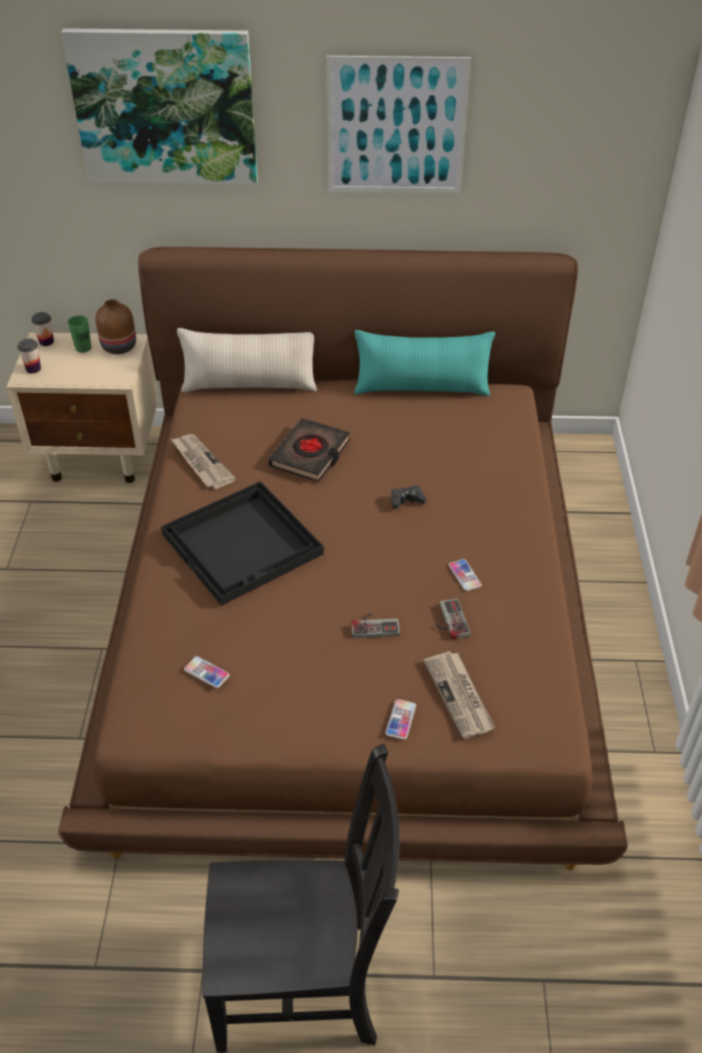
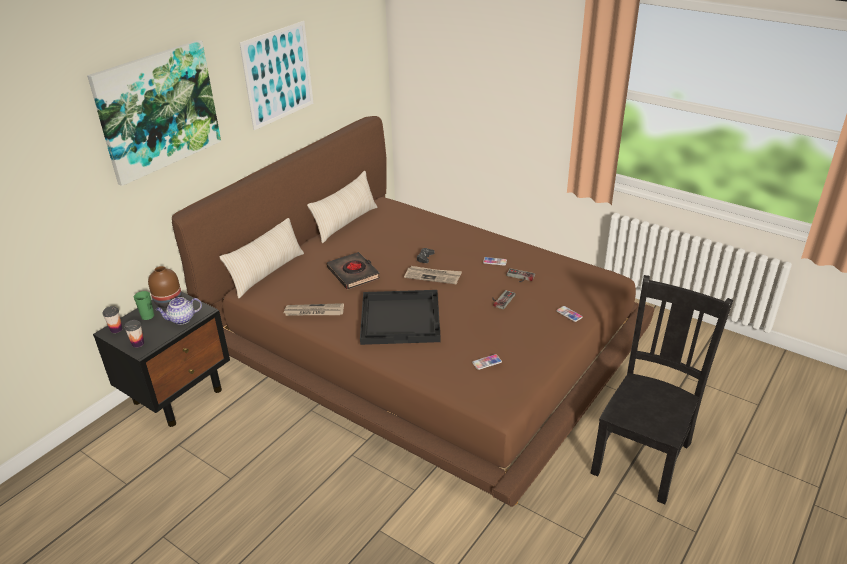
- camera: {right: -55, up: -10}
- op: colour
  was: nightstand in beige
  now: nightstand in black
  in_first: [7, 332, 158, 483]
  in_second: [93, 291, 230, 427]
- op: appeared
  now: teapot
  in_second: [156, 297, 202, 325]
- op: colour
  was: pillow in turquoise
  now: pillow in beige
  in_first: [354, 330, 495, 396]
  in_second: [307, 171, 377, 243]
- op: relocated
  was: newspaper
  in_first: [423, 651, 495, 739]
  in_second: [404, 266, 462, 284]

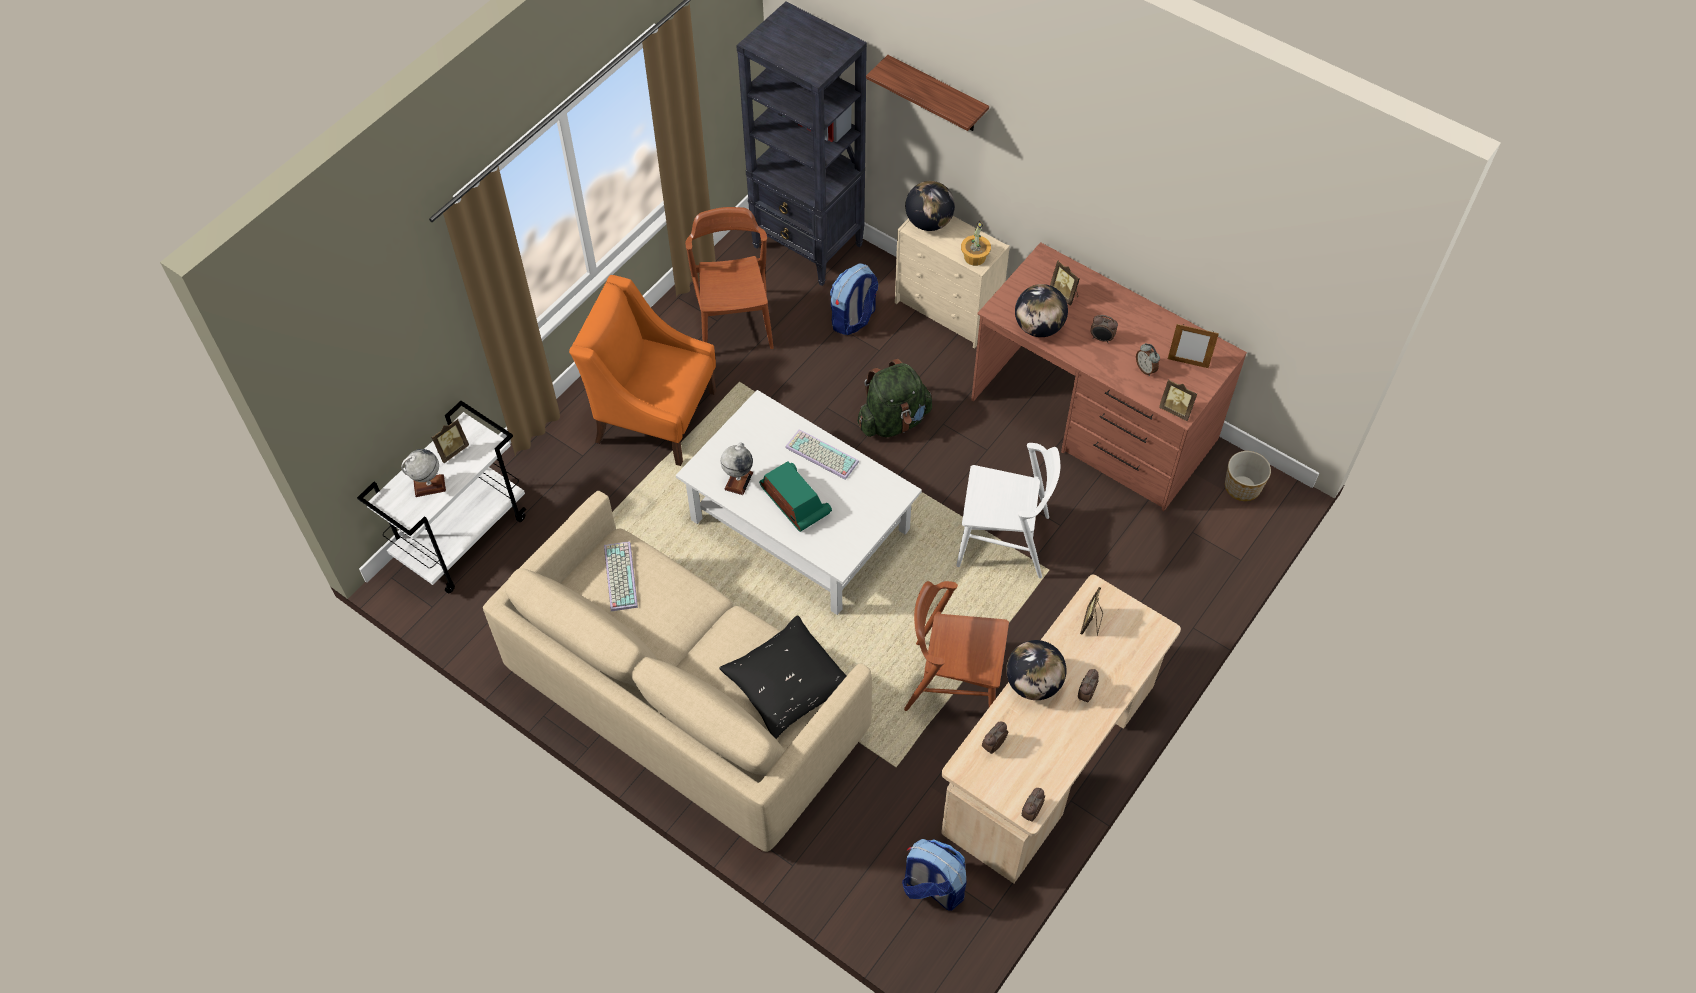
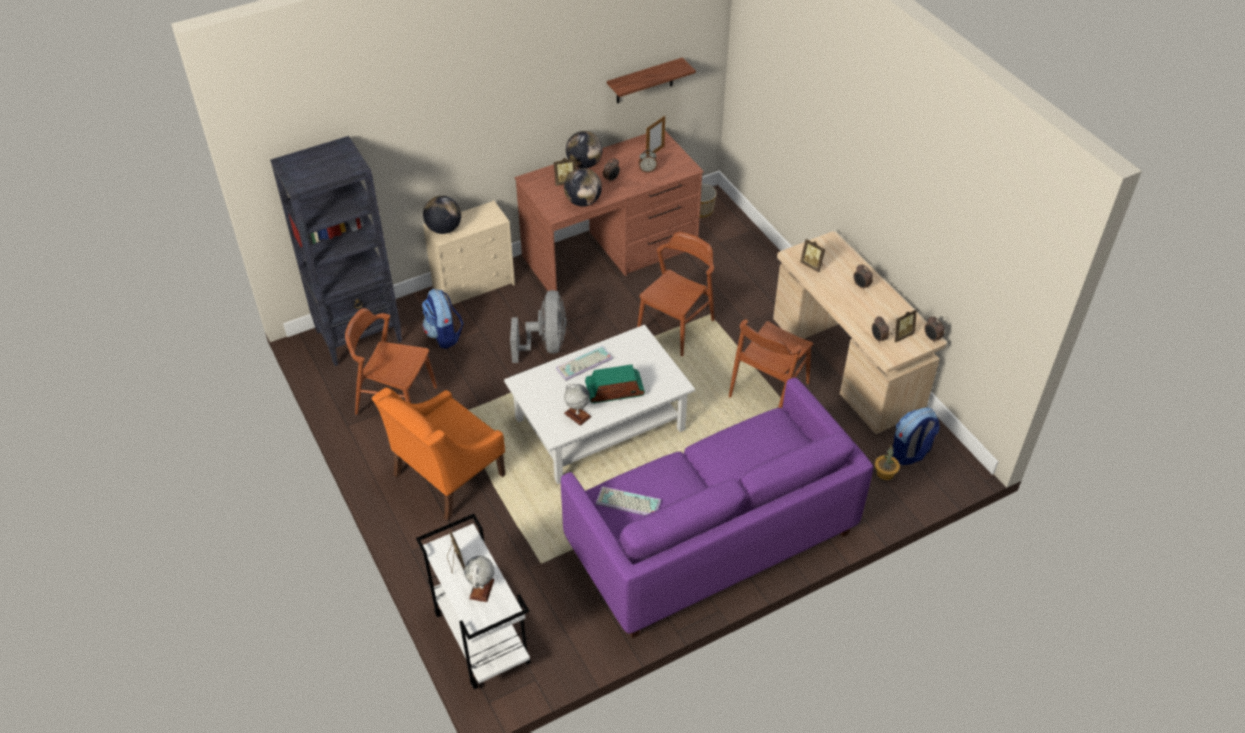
- camera: {right: -65, up: -10}
- op: exchanged
  was: backpack in green
  now: fan in grey
  in_first: [857, 359, 932, 437]
  in_second: [510, 290, 566, 363]
- op: colour
  was: sofa in beige
  now: sofa in purple
  in_first: [483, 491, 872, 852]
  in_second: [561, 378, 873, 638]
- op: relocated
  was: globe
  in_first: [1006, 640, 1066, 700]
  in_second: [566, 131, 603, 168]
- op: relocated
  was: shelf
  in_first: [866, 55, 989, 131]
  in_second: [607, 58, 696, 103]
- op: colour
  was: chair in white
  now: chair in brown
  in_first: [956, 443, 1060, 578]
  in_second: [637, 232, 714, 356]
- op: relocated
  was: potted plant
  in_first: [961, 220, 991, 266]
  in_second: [875, 445, 900, 480]
- op: relocated
  was: picture frame
  in_first: [1159, 379, 1197, 421]
  in_second: [890, 309, 917, 342]
- op: missing
  was: pillow in black
  in_first: [719, 615, 847, 739]

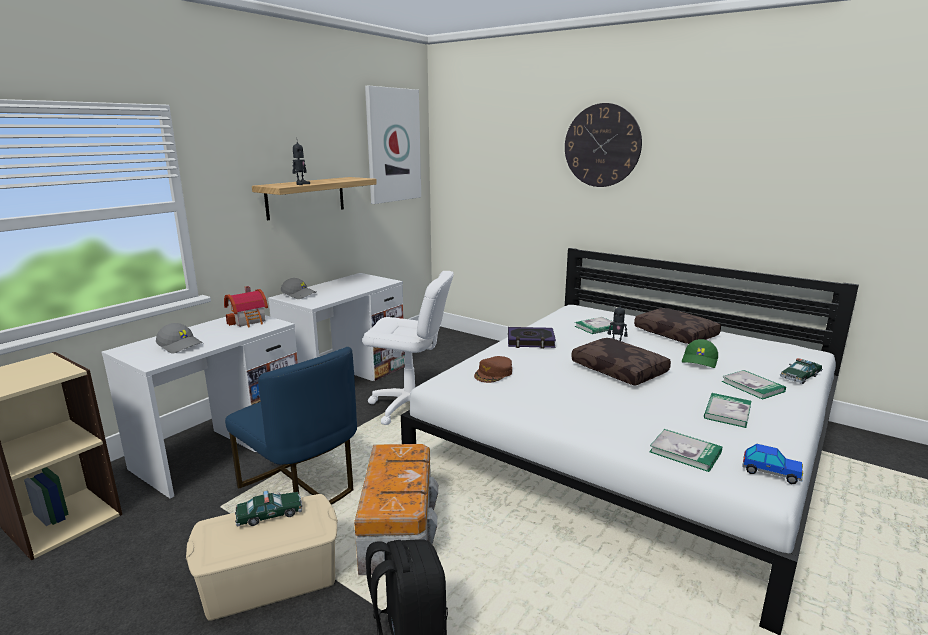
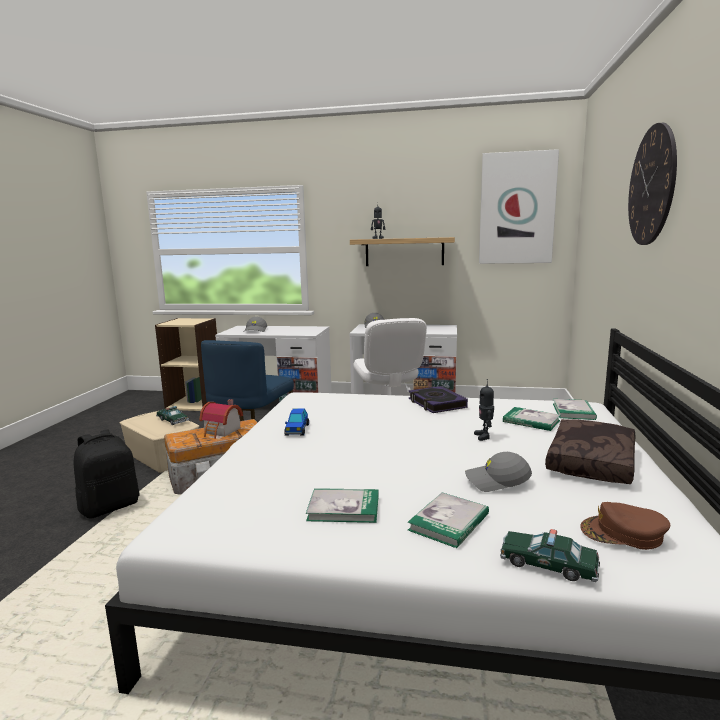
- camera: {right: 65, up: -5}
- op: relocated
  was: toy house
  in_first: [224, 286, 268, 327]
  in_second: [199, 399, 243, 439]
- op: relocated
  was: toy car
  in_first: [742, 444, 803, 484]
  in_second: [284, 408, 309, 436]
- op: colour
  was: cap in green
  now: cap in grey
  in_first: [682, 339, 718, 368]
  in_second: [465, 452, 532, 492]
- op: relocated
  was: book
  in_first: [649, 429, 722, 472]
  in_second: [553, 399, 597, 420]
- op: relocated
  was: cap in brown
  in_first: [474, 356, 512, 383]
  in_second: [580, 502, 670, 550]
- op: missing
  was: pillow in brown
  in_first: [571, 338, 671, 385]

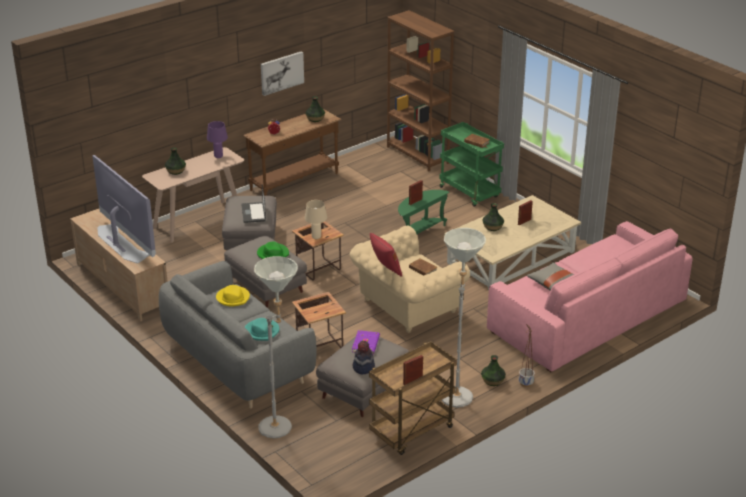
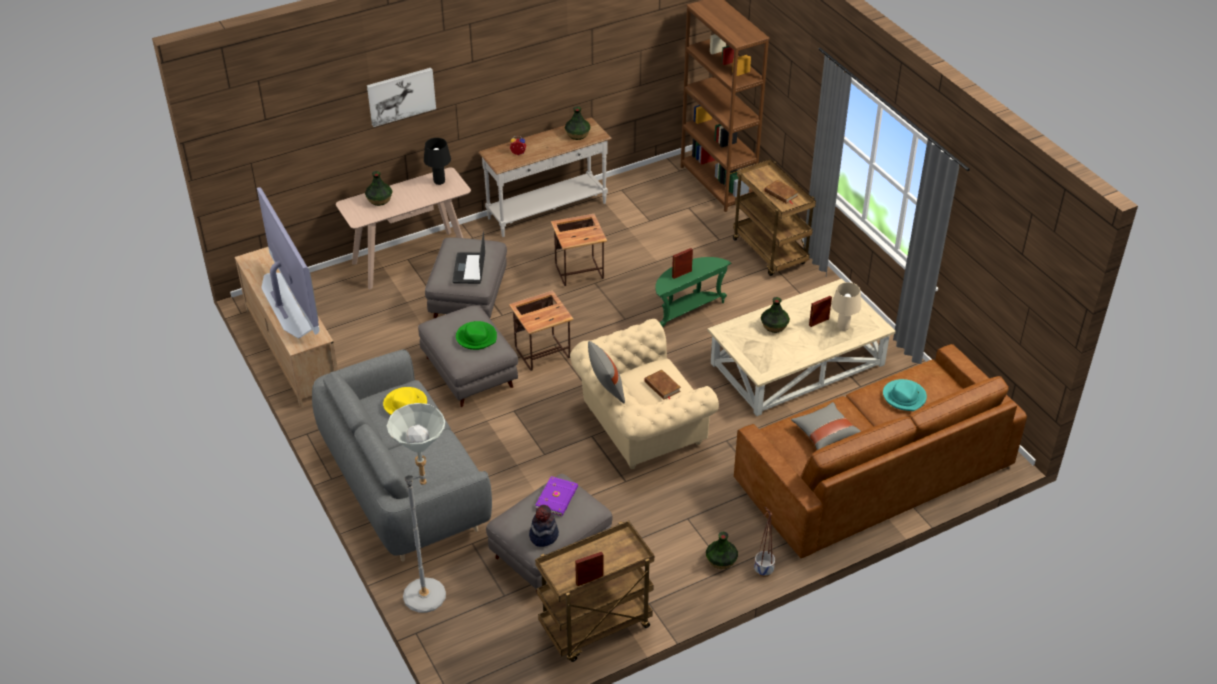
- camera: {right: 10, up: 10}
- op: relocated
  was: picture
  in_first: [261, 51, 304, 96]
  in_second: [367, 68, 436, 127]
- op: colour
  was: table lamp in purple
  now: table lamp in black
  in_first: [207, 121, 228, 158]
  in_second: [424, 138, 451, 185]
- op: colour
  was: console table in brown
  now: console table in white
  in_first: [244, 109, 342, 196]
  in_second: [479, 117, 612, 237]
- op: relocated
  was: side table
  in_first: [292, 292, 346, 348]
  in_second: [551, 214, 607, 286]
- op: colour
  was: pillow in red
  now: pillow in grey
  in_first: [370, 233, 402, 277]
  in_second: [588, 341, 625, 403]
- op: colour
  was: cart in green
  now: cart in brown
  in_first: [439, 122, 504, 207]
  in_second: [733, 159, 816, 276]
- op: colour
  was: sofa in pink
  now: sofa in brown
  in_first: [487, 221, 693, 372]
  in_second: [734, 344, 1027, 558]
- op: relocated
  was: table lamp in beige
  in_first: [305, 200, 327, 239]
  in_second: [831, 282, 861, 331]
- op: relocated
  was: hat in turquoise
  in_first: [245, 318, 279, 341]
  in_second: [883, 379, 927, 411]
- op: missing
  was: floor lamp in grey
  in_first: [442, 228, 486, 408]

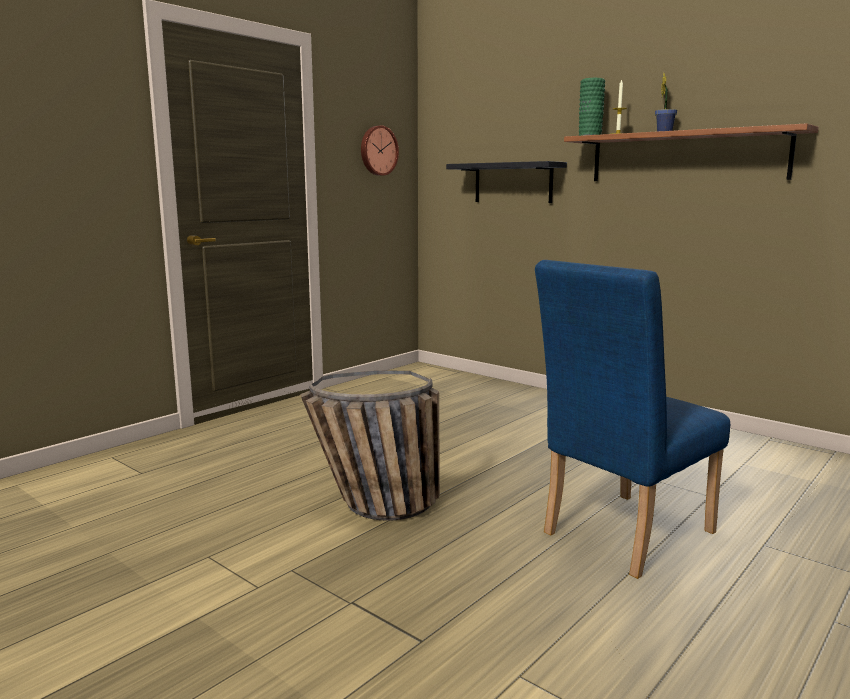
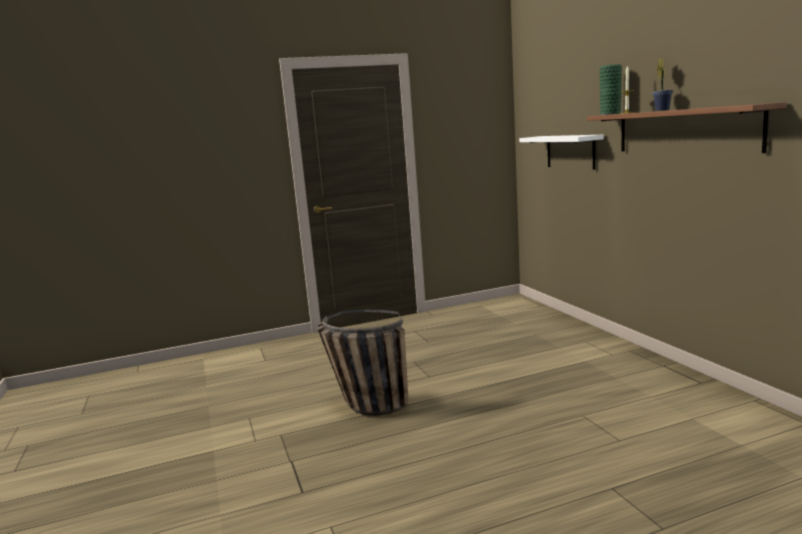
- camera: {right: 30, up: 0}
- op: colour
  was: shelf in black
  now: shelf in white
  in_first: [446, 161, 567, 203]
  in_second: [519, 135, 604, 170]
- op: missing
  was: wall clock
  in_first: [361, 126, 399, 176]
- op: missing
  was: chair in blue
  in_first: [535, 260, 730, 579]

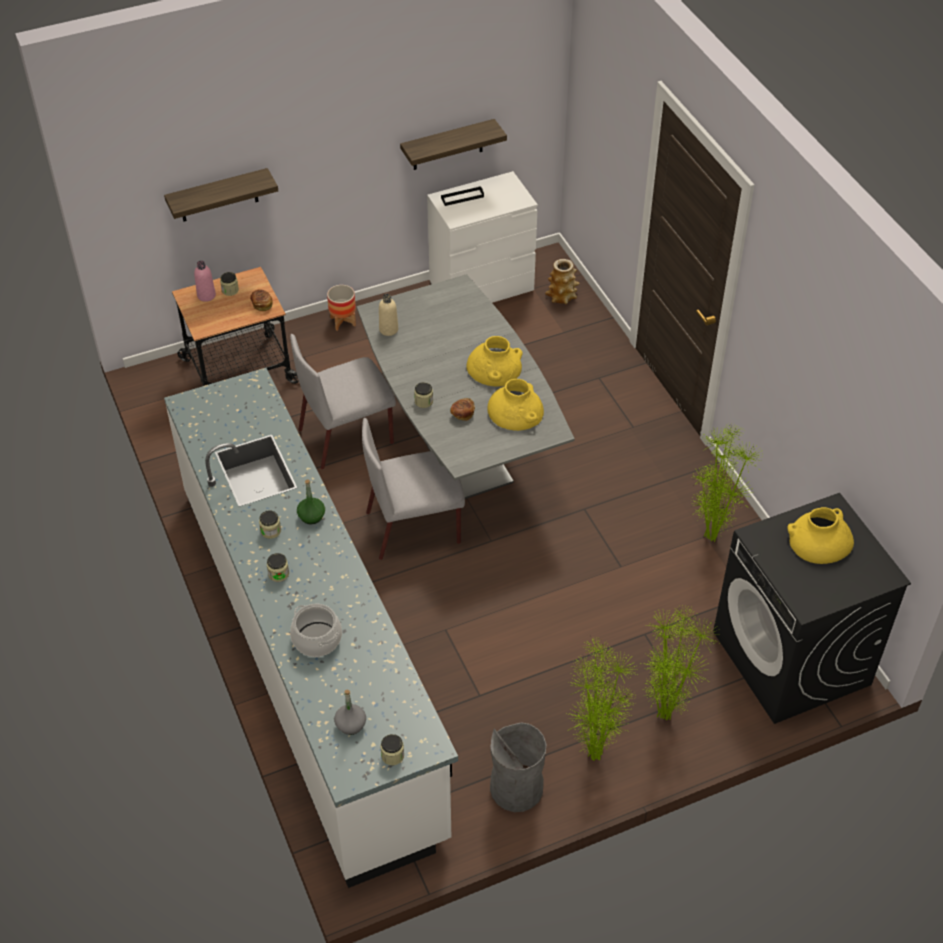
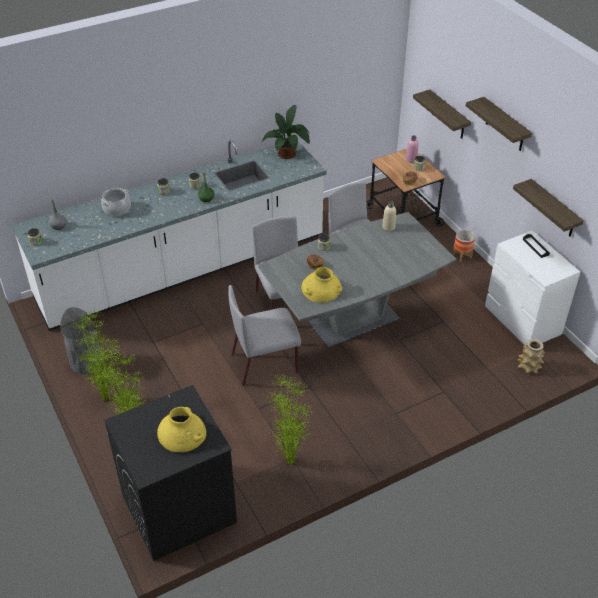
- camera: {right: 85, up: -5}
- op: appeared
  now: chair in grey
  in_second: [229, 285, 301, 386]
- op: appeared
  now: potted plant
  in_second: [262, 105, 310, 159]
- op: appeared
  now: shelf
  in_second: [466, 97, 532, 151]
- op: missing
  was: vase in yellow
  in_first: [467, 336, 523, 387]

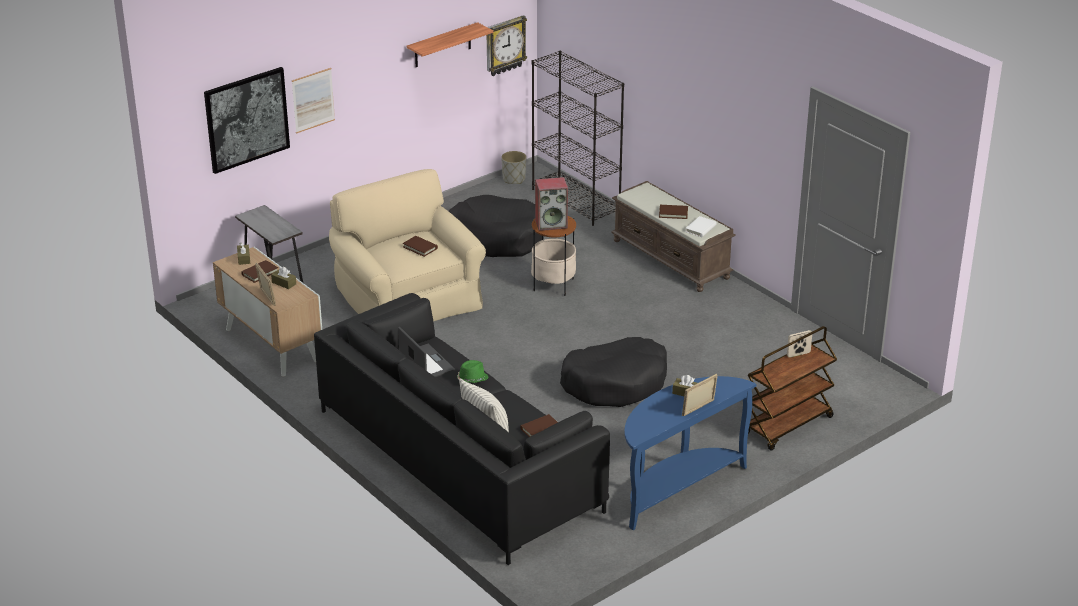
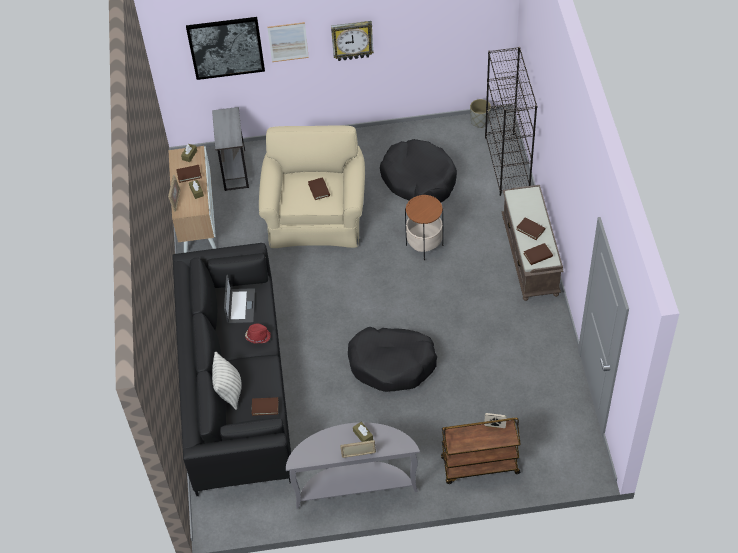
- camera: {right: 35, up: 20}
- op: colour
  was: hat in green
  now: hat in red
  in_first: [457, 360, 488, 383]
  in_second: [245, 324, 271, 344]
- op: colour
  was: console table in blue
  now: console table in grey
  in_first: [624, 376, 756, 530]
  in_second: [286, 422, 420, 509]
- op: relocated
  was: wall clock
  in_first: [487, 15, 527, 76]
  in_second: [331, 21, 374, 61]
- op: colour
  was: book in white
  now: book in brown
  in_first: [685, 216, 717, 237]
  in_second: [523, 243, 553, 265]
- op: missing
  was: shelf
  in_first: [407, 22, 494, 67]
- op: missing
  was: speaker
  in_first: [535, 177, 568, 231]

